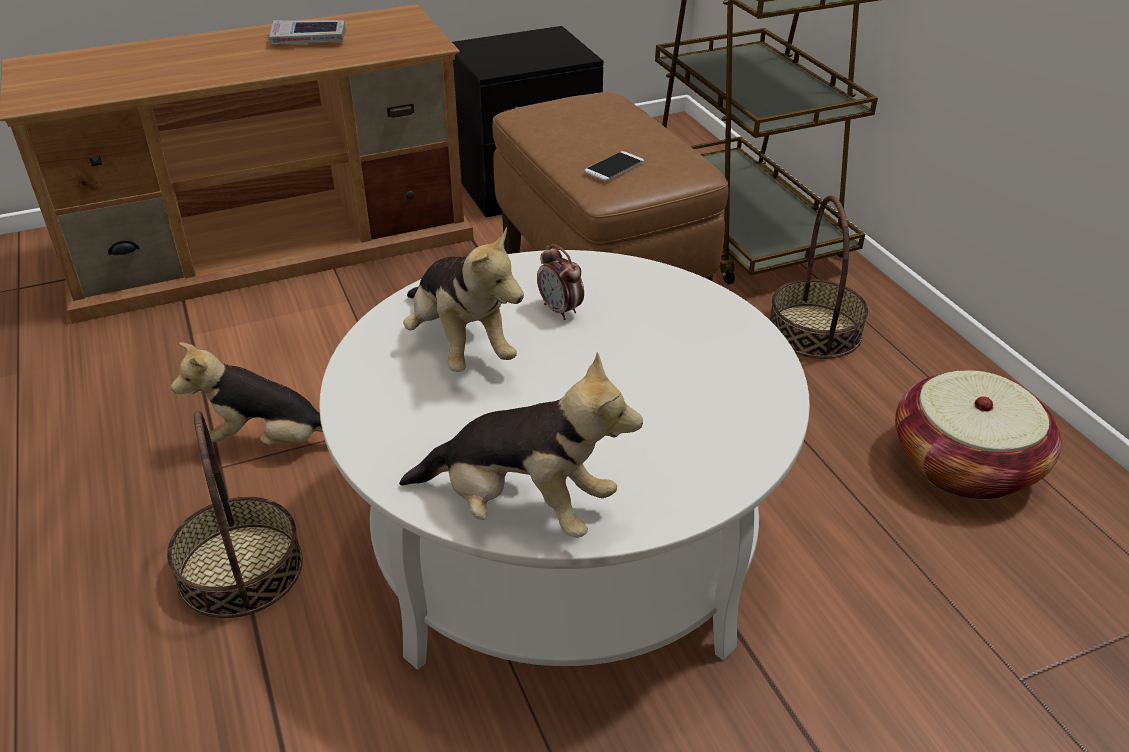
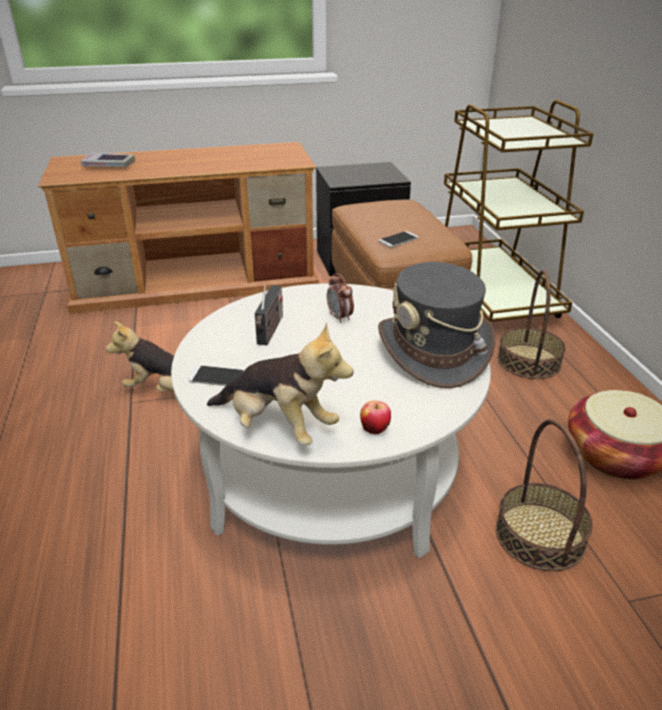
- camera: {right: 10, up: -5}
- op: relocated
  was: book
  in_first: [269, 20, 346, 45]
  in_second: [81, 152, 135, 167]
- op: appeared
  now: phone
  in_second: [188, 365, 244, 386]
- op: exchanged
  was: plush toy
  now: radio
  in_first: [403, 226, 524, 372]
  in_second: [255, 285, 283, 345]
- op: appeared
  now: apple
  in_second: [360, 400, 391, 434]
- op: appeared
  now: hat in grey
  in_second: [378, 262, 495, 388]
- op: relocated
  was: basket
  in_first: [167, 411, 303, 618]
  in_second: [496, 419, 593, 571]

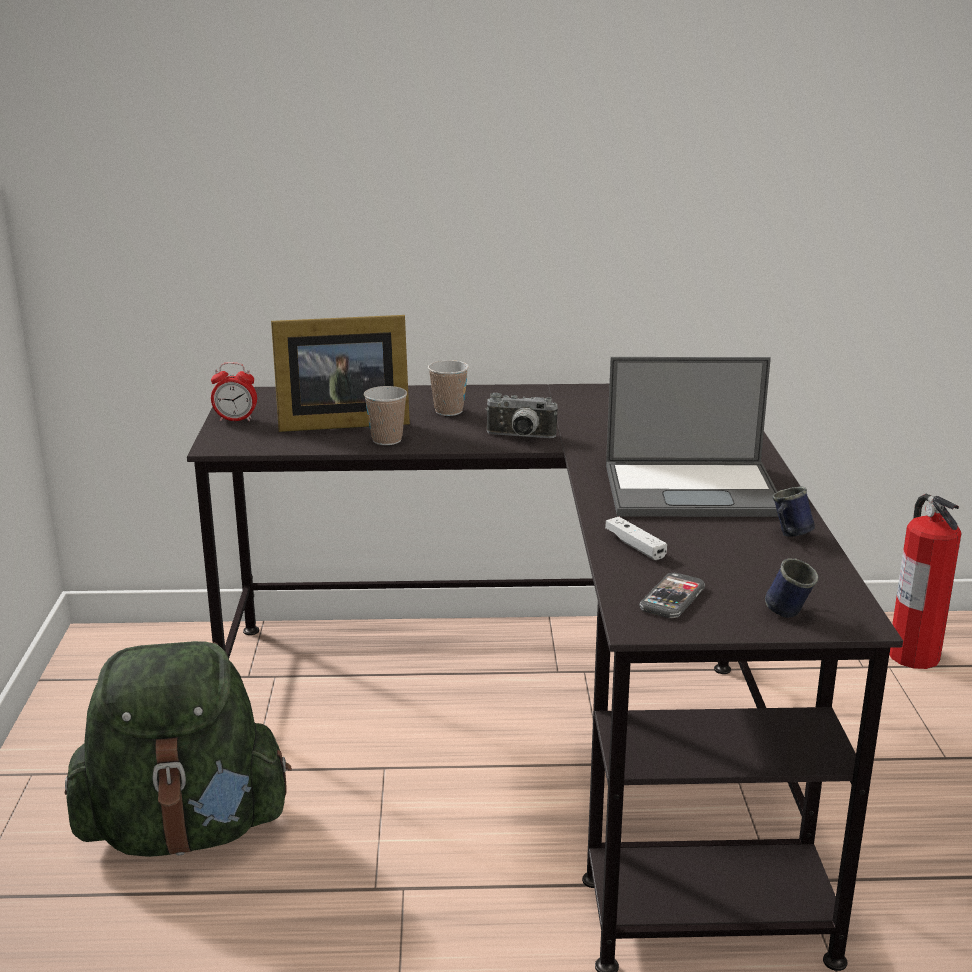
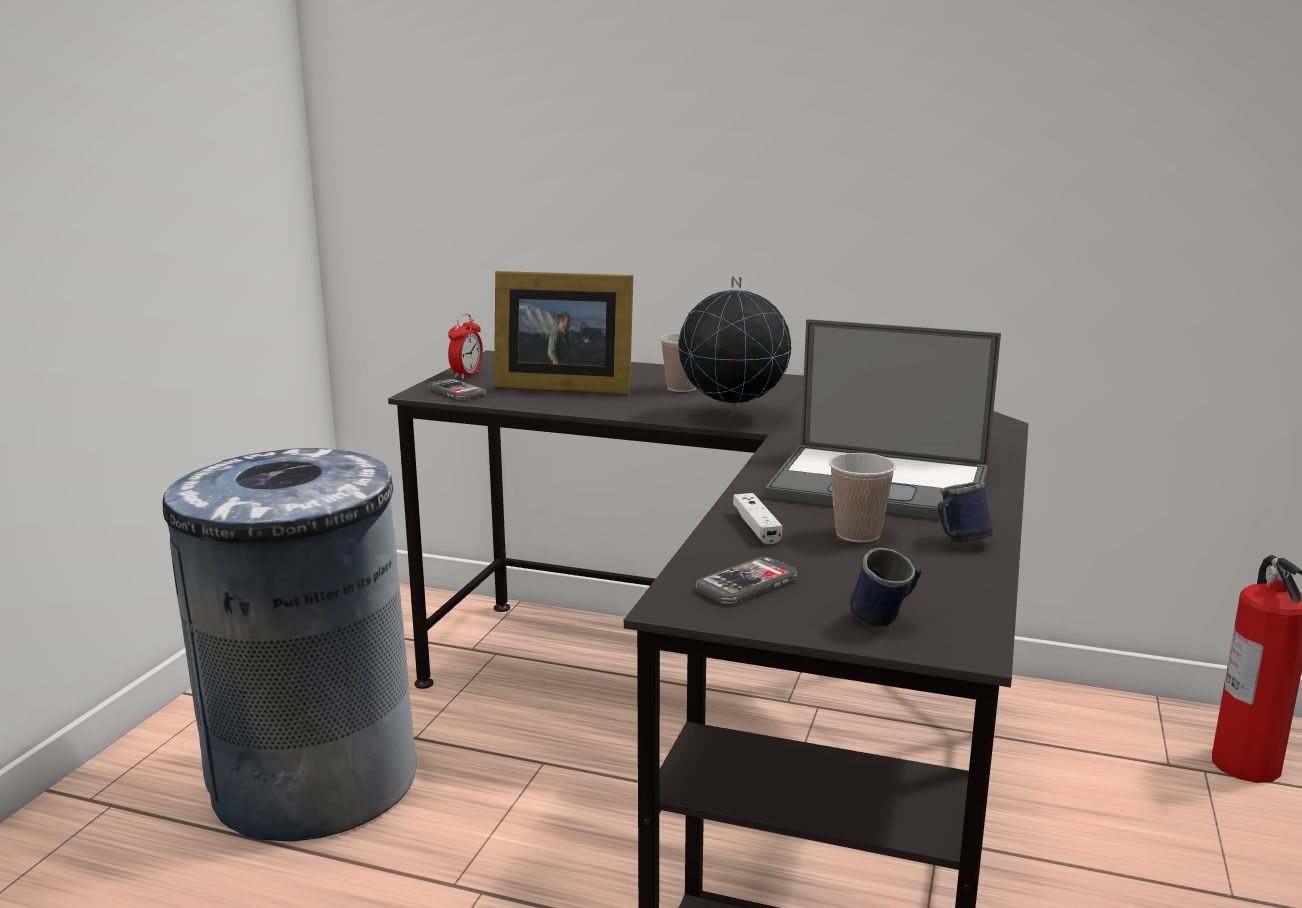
- camera: {right: 20, up: -5}
- op: exchanged
  was: backpack in green
  now: trash can in grey
  in_first: [65, 641, 292, 857]
  in_second: [163, 448, 417, 841]
- op: appeared
  now: phone
  in_second: [427, 379, 486, 400]
- op: spun
  was: alarm clock
  in_first: [211, 362, 257, 421]
  in_second: [448, 314, 483, 379]
  clockwise: -90
- op: exchanged
  was: photo camera
  now: globe
  in_first: [485, 393, 558, 438]
  in_second: [678, 276, 792, 417]
- op: relocated
  was: cup
  in_first: [364, 386, 407, 445]
  in_second: [829, 453, 896, 543]

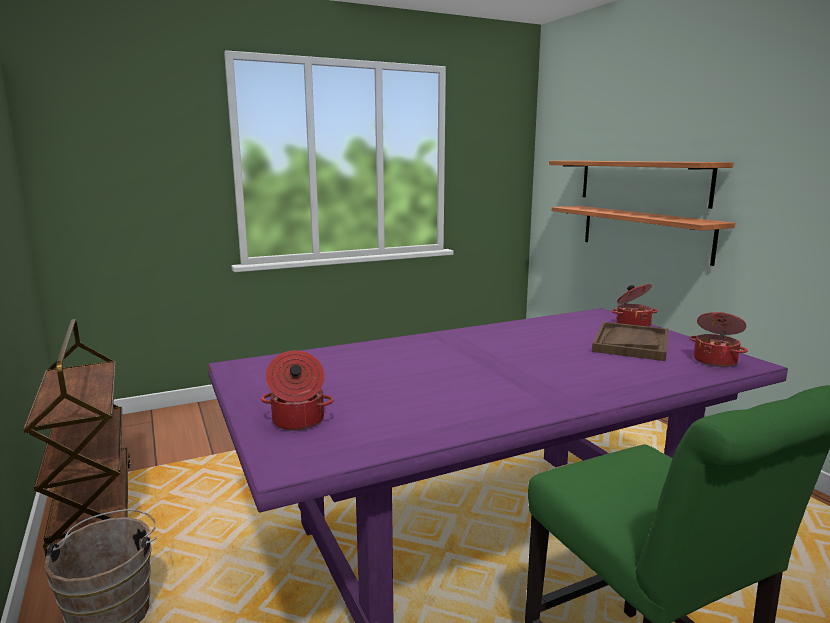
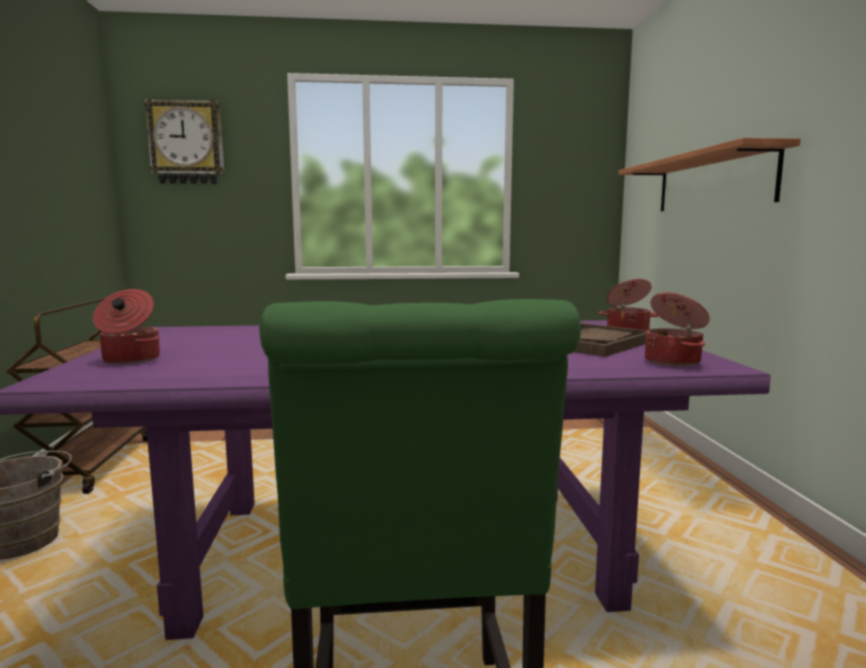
- camera: {right: 20, up: -5}
- op: appeared
  now: wall clock
  in_second: [144, 98, 224, 184]
- op: missing
  was: shelf
  in_first: [552, 206, 735, 266]

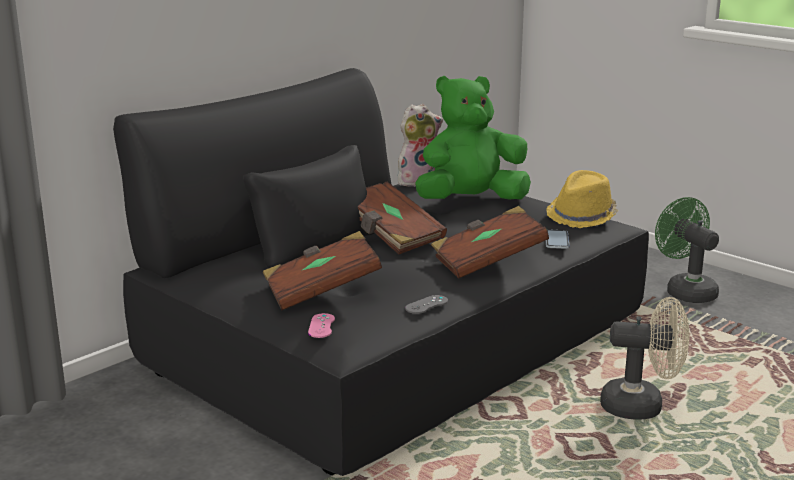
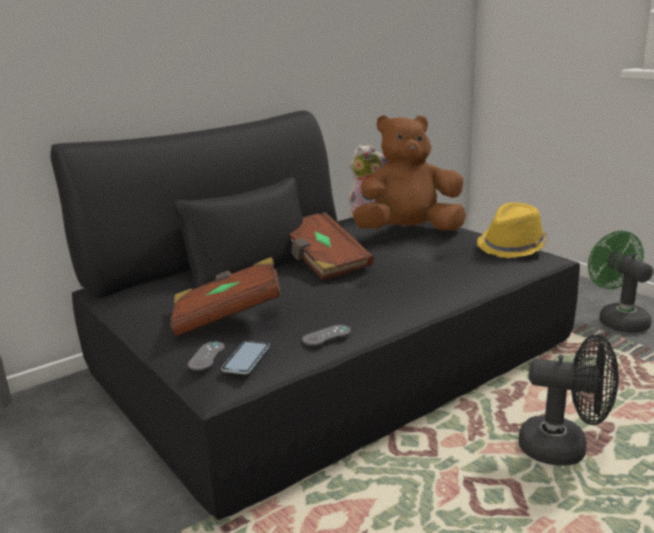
- camera: {right: 10, up: 0}
- op: colour
  was: game controller in pink
  now: game controller in grey
  in_first: [308, 313, 335, 338]
  in_second: [188, 342, 225, 370]
- op: relocated
  was: phone
  in_first: [546, 229, 569, 249]
  in_second: [221, 341, 270, 374]
- op: colour
  was: plush toy in green
  now: plush toy in brown
  in_first: [415, 76, 531, 199]
  in_second: [352, 115, 466, 231]
- op: colour
  was: fan in beige
  now: fan in black
  in_first: [600, 297, 690, 420]
  in_second: [519, 335, 619, 466]
- op: missing
  was: book in brown
  in_first: [431, 206, 549, 279]

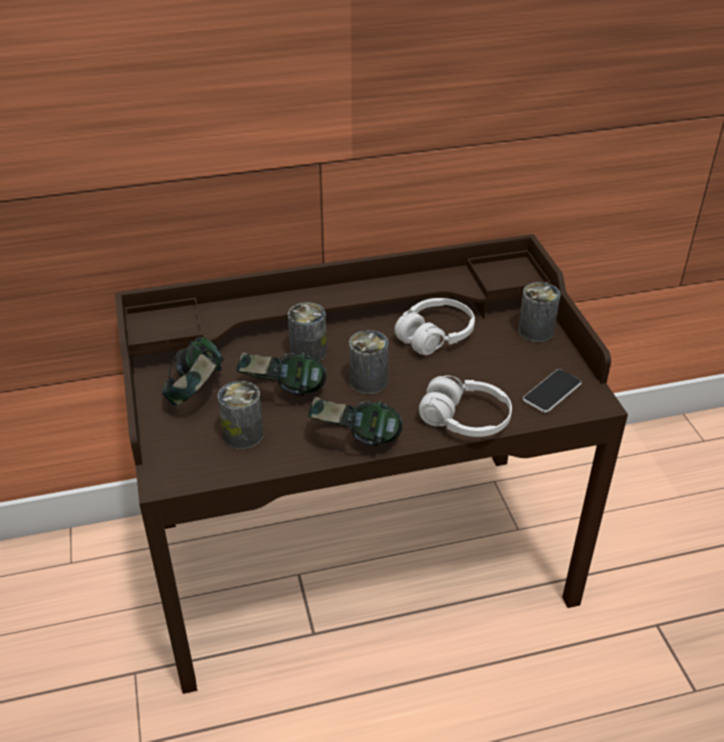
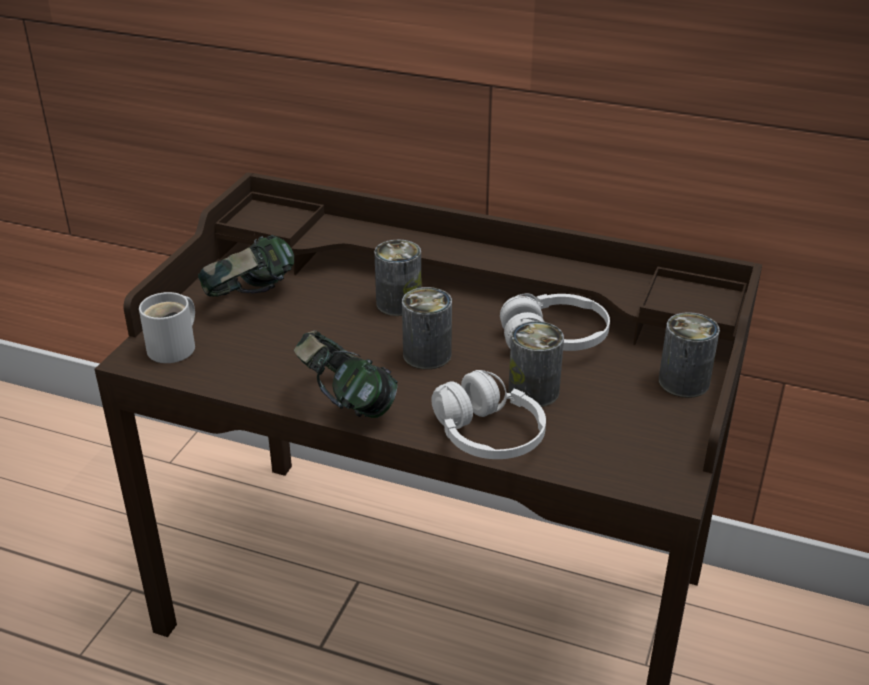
- camera: {right: 35, up: -5}
- op: appeared
  now: mug in white
  in_second: [139, 292, 195, 363]
- op: relocated
  was: can
  in_first: [218, 381, 264, 449]
  in_second: [508, 321, 564, 407]
- op: missing
  was: headphones
  in_first: [236, 352, 327, 396]
- op: missing
  was: phone
  in_first: [523, 369, 582, 413]

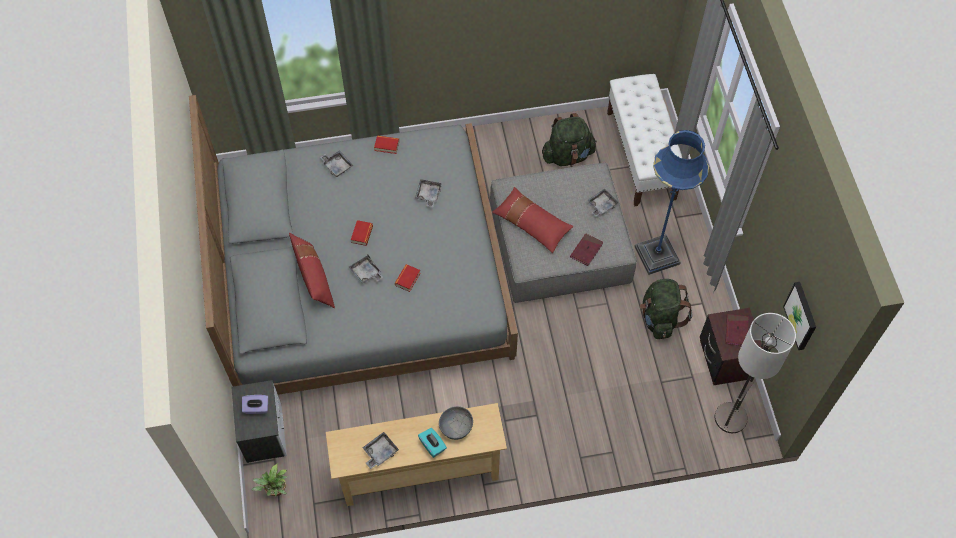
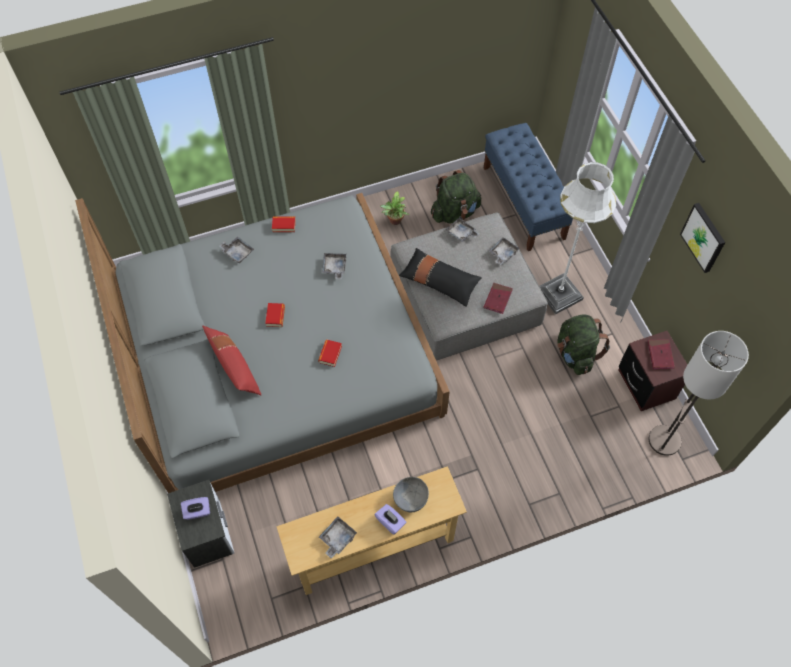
- camera: {right: -10, up: 0}
- op: colour
  was: tissue box in turquoise
  now: tissue box in purple
  in_first: [418, 428, 447, 458]
  in_second: [375, 504, 406, 535]
- op: relocated
  was: potted plant
  in_first: [251, 463, 287, 497]
  in_second: [380, 191, 409, 225]
- op: colour
  was: pillow in red
  now: pillow in black
  in_first: [492, 187, 574, 253]
  in_second: [399, 248, 482, 307]
- op: relocated
  was: tray in grey
  in_first: [349, 255, 383, 284]
  in_second: [445, 217, 479, 242]
- op: colour
  was: bench in white
  now: bench in blue
  in_first: [607, 74, 682, 206]
  in_second: [484, 123, 573, 251]
- op: colour
  was: floor lamp in blue
  now: floor lamp in white
  in_first: [634, 130, 709, 275]
  in_second: [539, 162, 616, 315]
- op: relocated
  was: picture
  in_first: [783, 282, 816, 350]
  in_second: [680, 203, 725, 273]

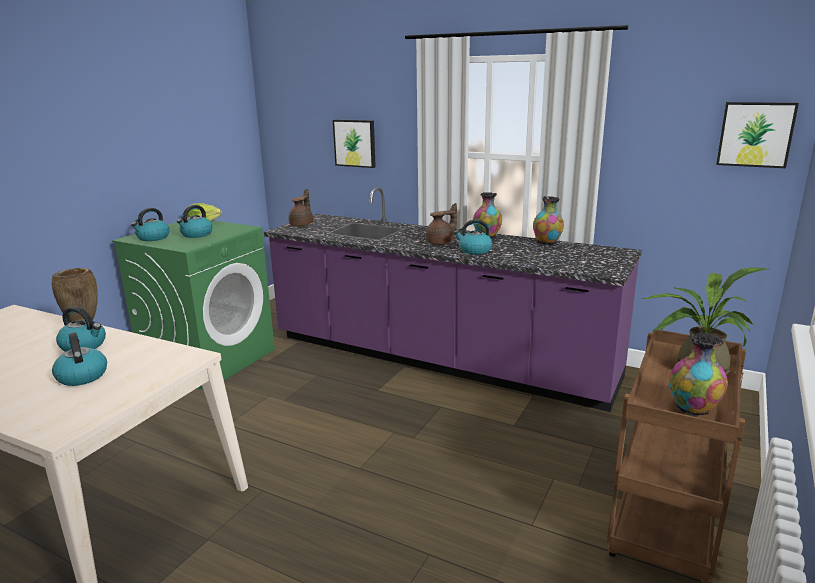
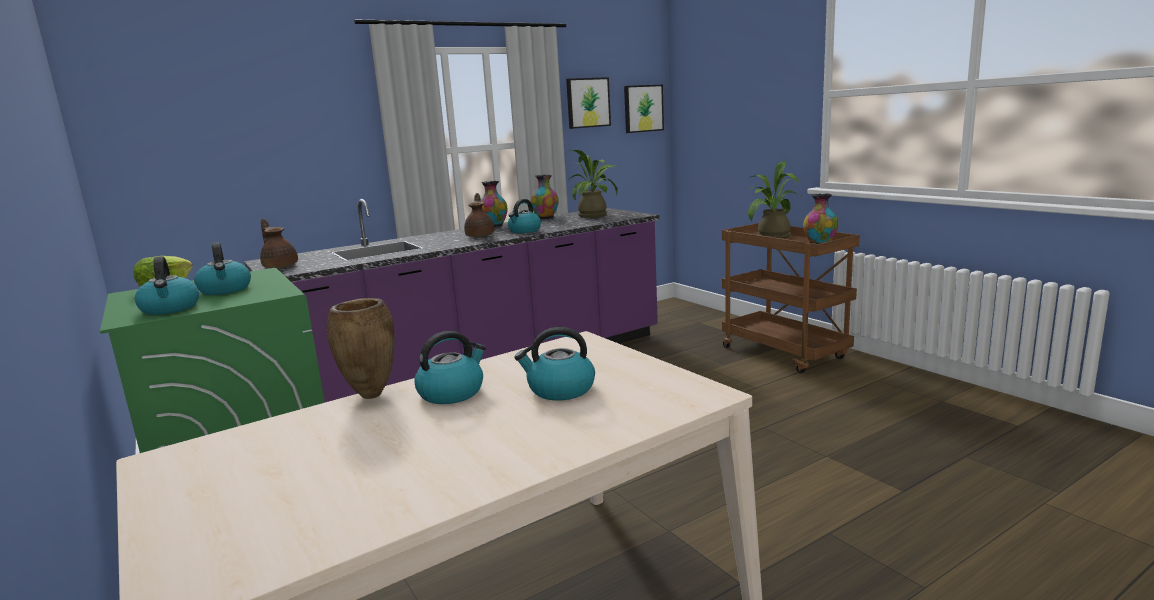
- camera: {right: -60, up: -5}
- op: relocated
  was: picture
  in_first: [333, 120, 376, 168]
  in_second: [566, 77, 611, 129]
- op: appeared
  now: potted plant
  in_second: [567, 150, 619, 218]

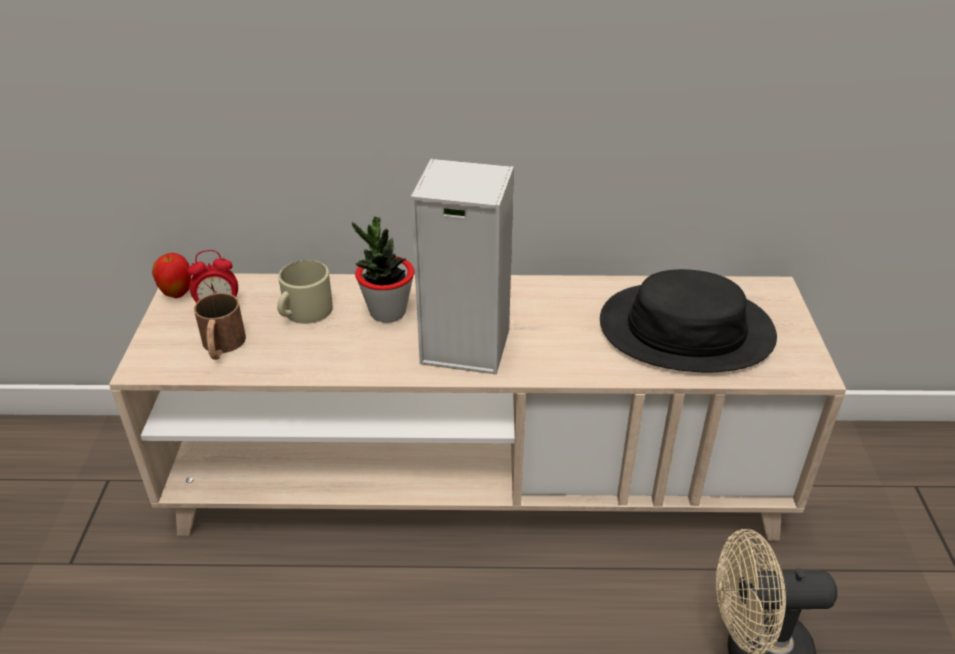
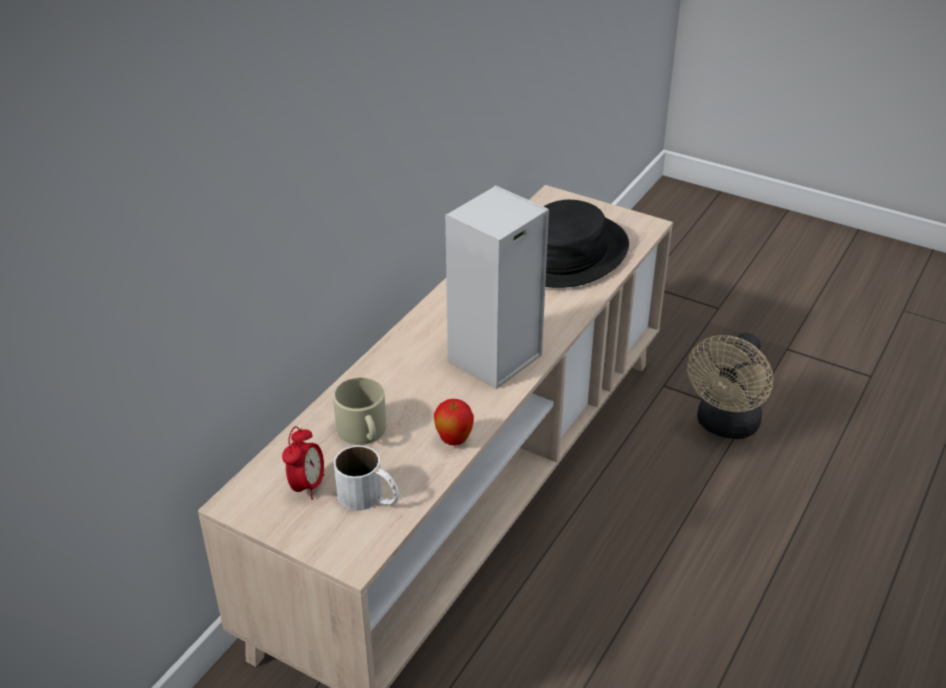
- camera: {right: -60, up: 0}
- op: colour
  was: mug in brown
  now: mug in white
  in_first: [194, 293, 246, 360]
  in_second: [334, 445, 399, 511]
- op: relocated
  was: apple
  in_first: [152, 253, 191, 298]
  in_second: [434, 399, 474, 446]
- op: missing
  was: potted plant
  in_first: [352, 217, 414, 323]

